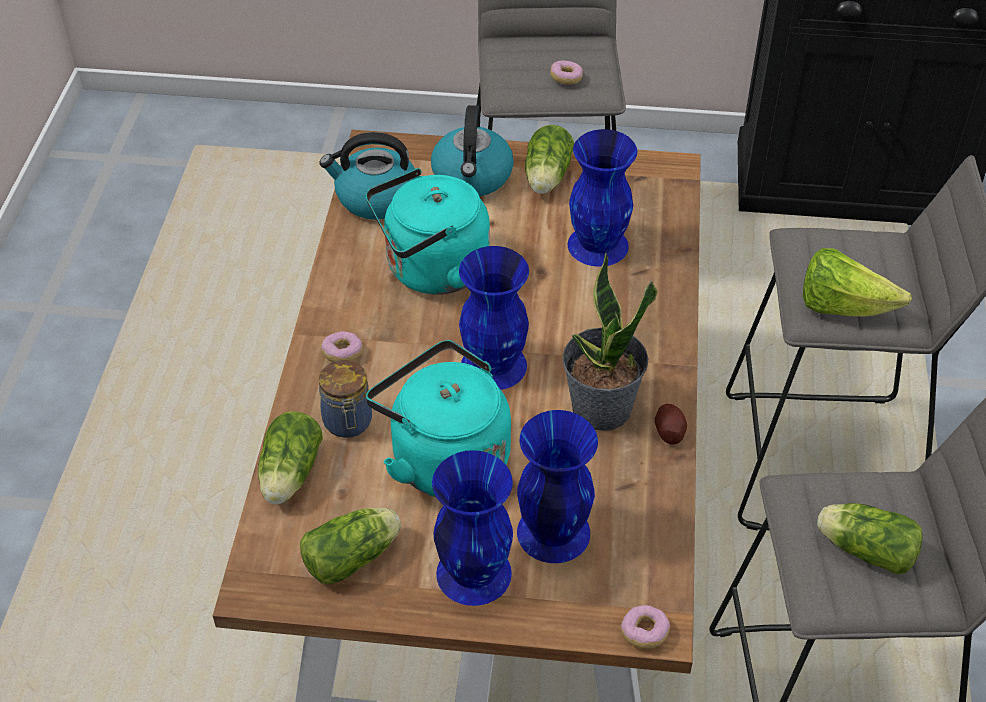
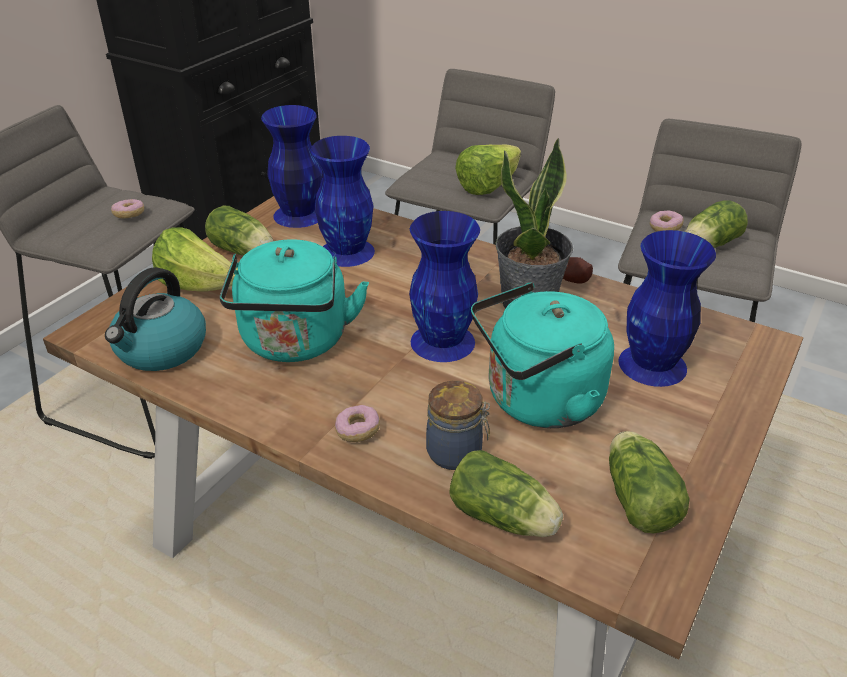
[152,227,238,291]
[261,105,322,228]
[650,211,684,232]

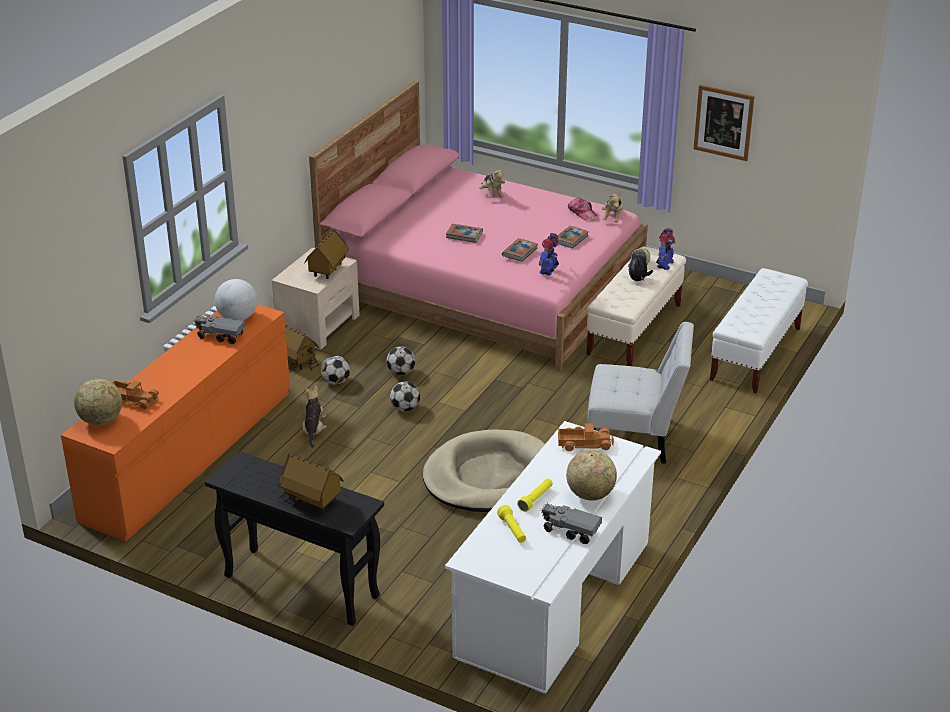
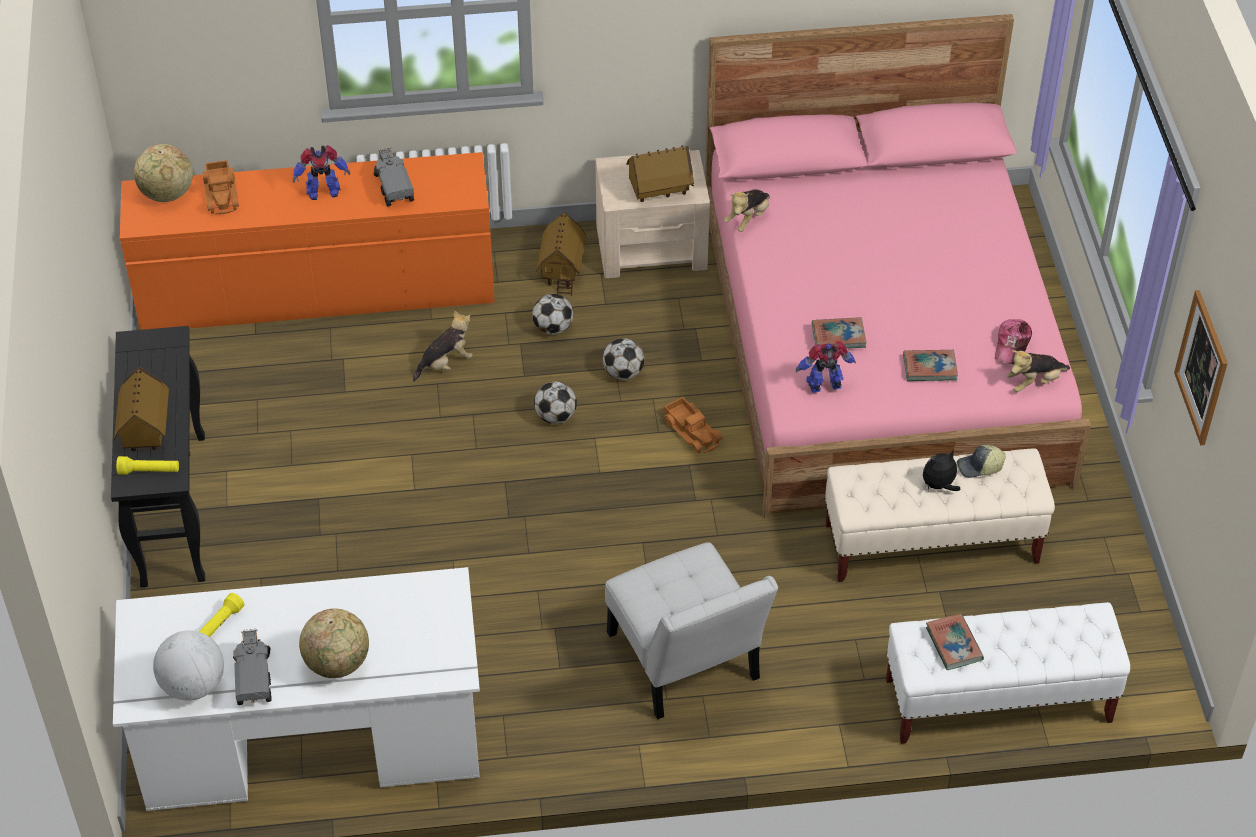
[724,189,770,232]
[926,614,984,670]
[293,145,350,200]
[153,630,224,701]
[663,397,723,453]
[423,429,545,512] (first image)
[116,456,179,475]

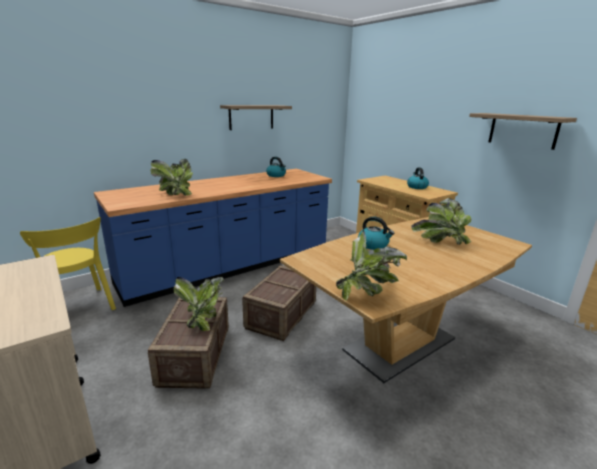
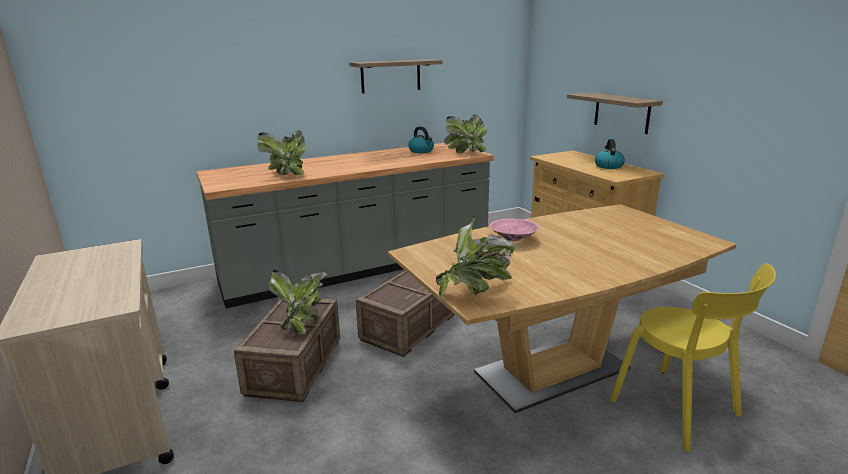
[567,93,663,134]
[196,143,494,308]
[444,115,488,153]
[489,218,539,242]
[610,263,776,452]

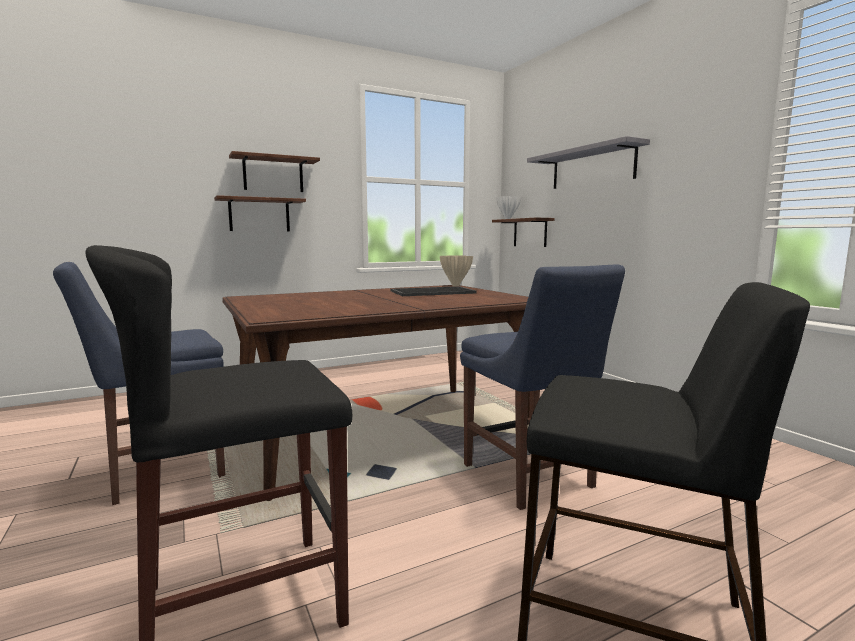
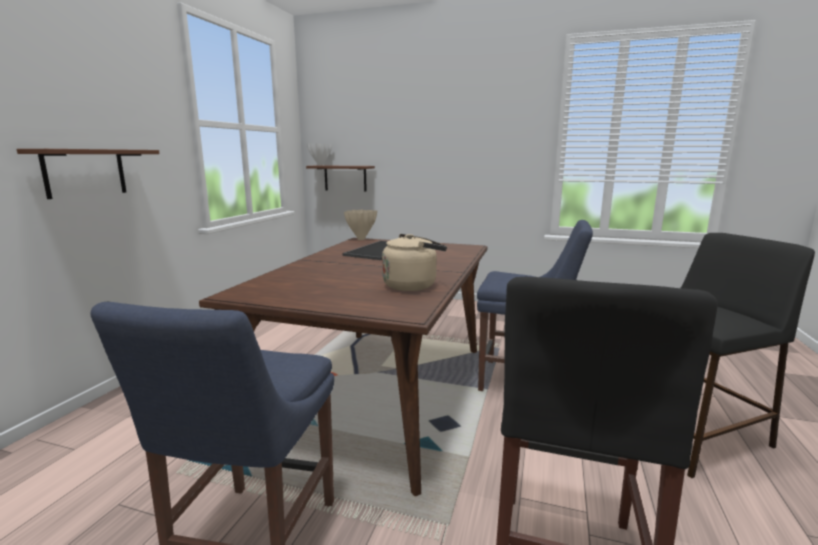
[527,136,650,189] (first image)
[229,151,320,192] (first image)
[382,234,447,291]

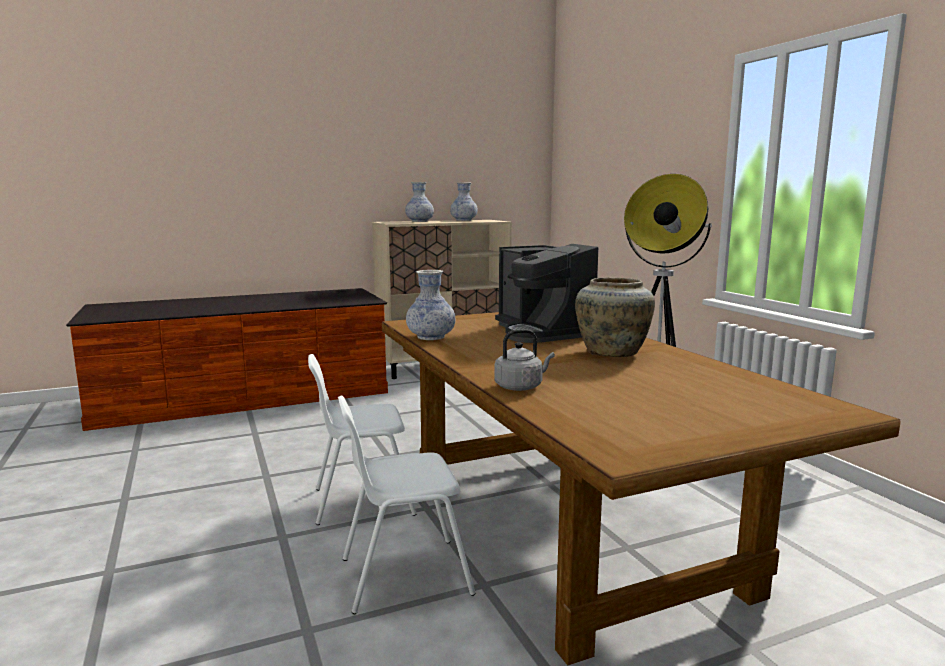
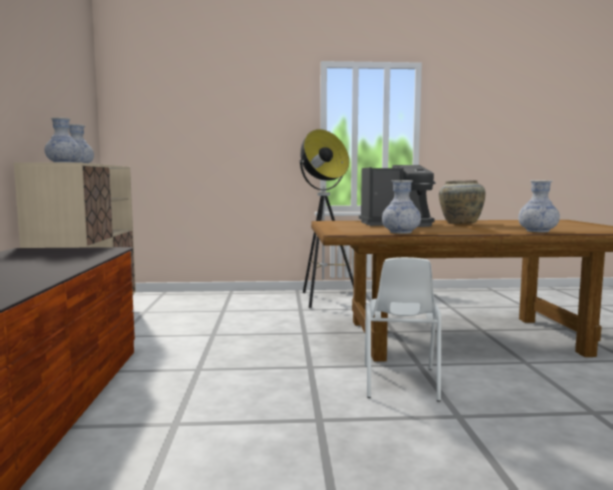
[518,180,560,233]
[338,396,476,614] (first image)

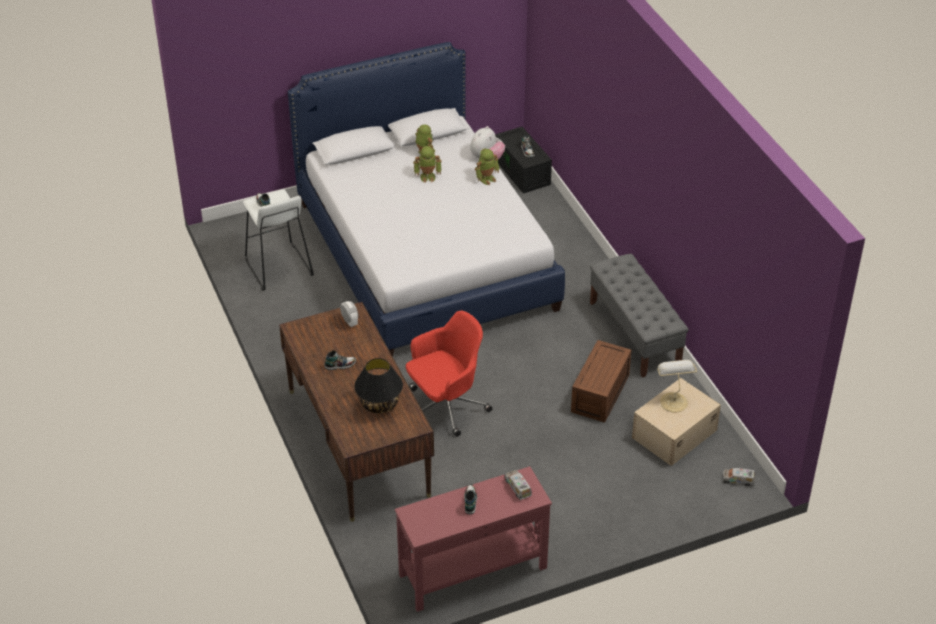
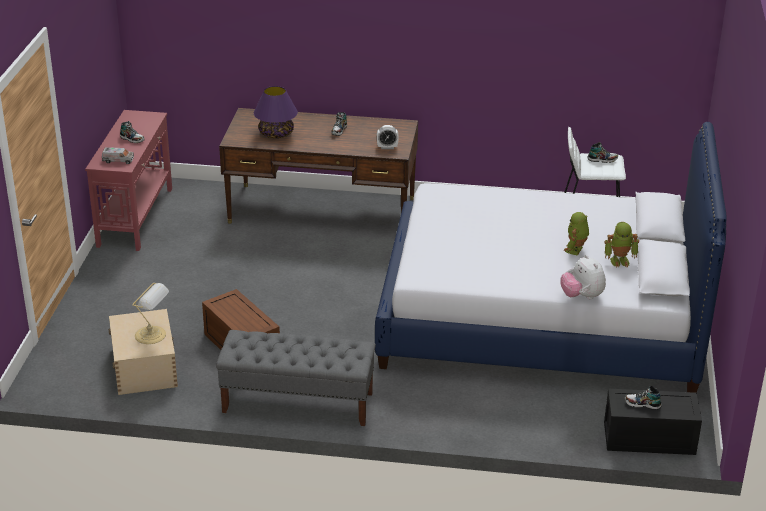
[475,148,499,185] (first image)
[406,311,493,437] (first image)
[254,86,298,138]
[723,468,755,486] (first image)

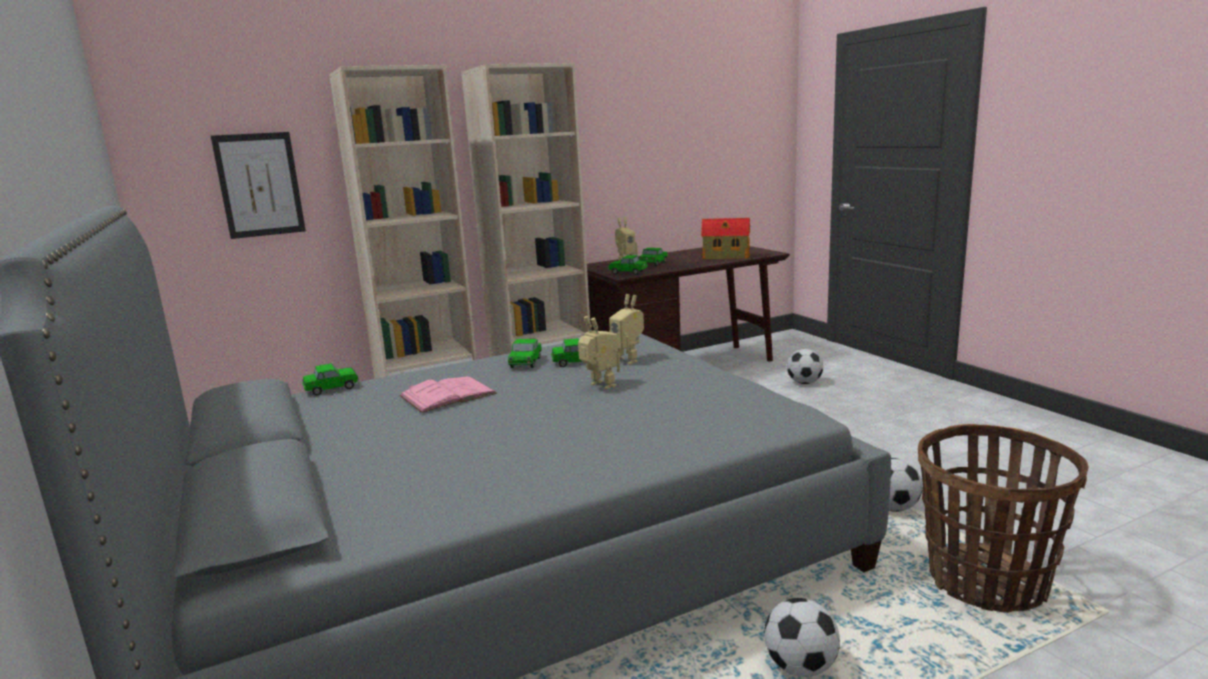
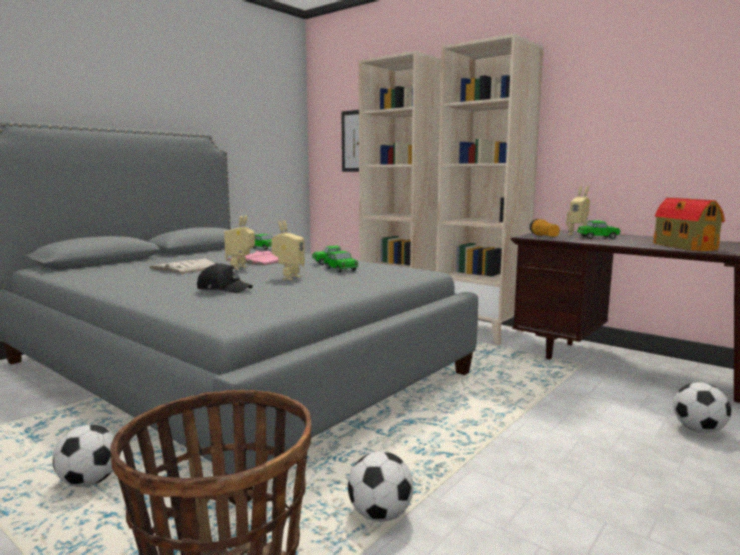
[530,219,560,237]
[224,216,255,270]
[149,259,215,274]
[197,263,253,293]

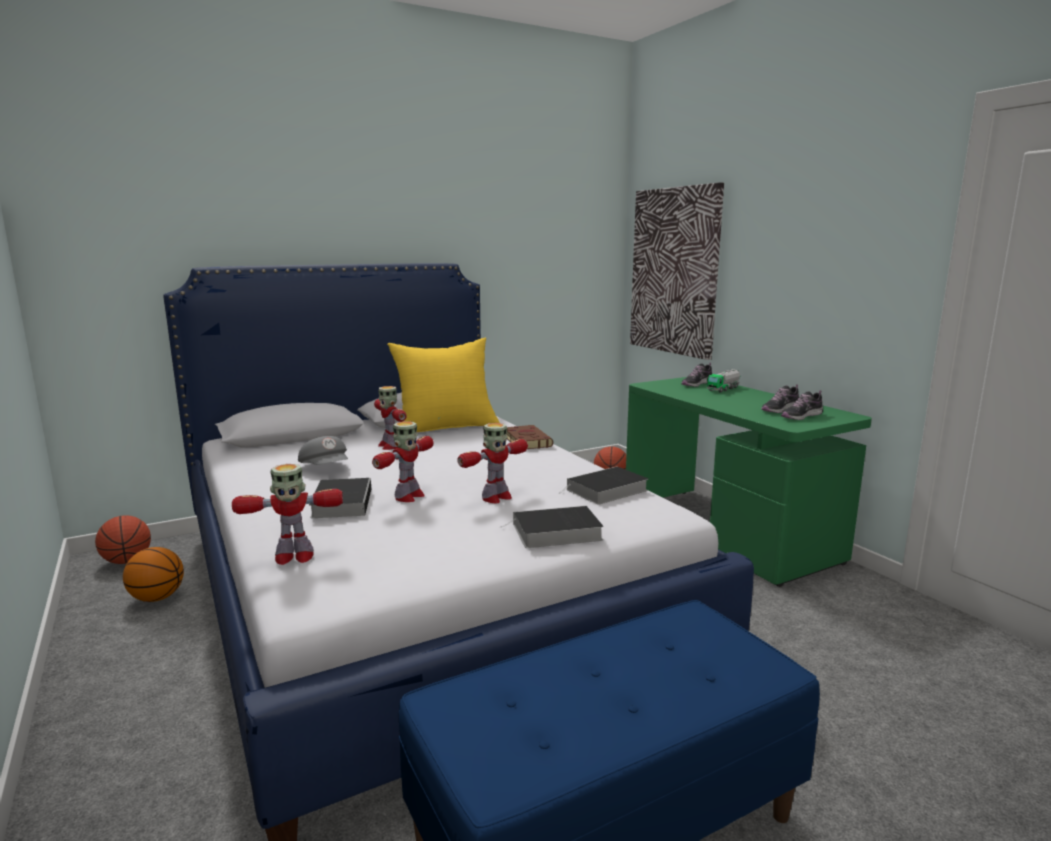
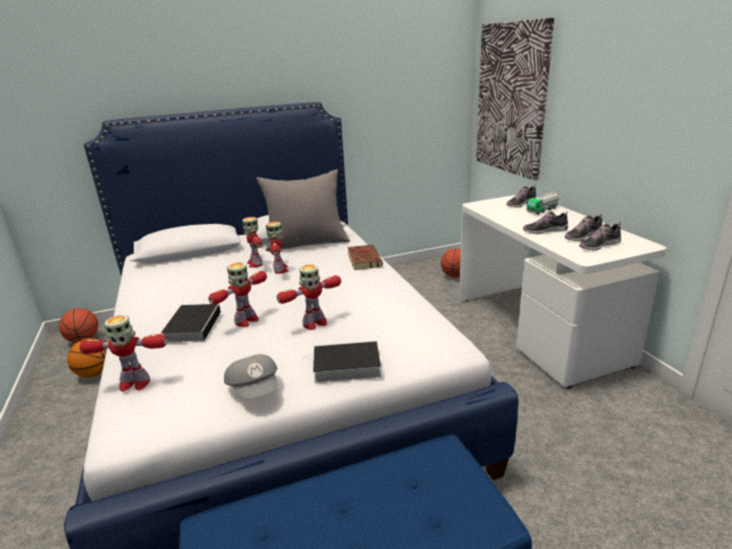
[256,169,350,251]
[459,195,666,389]
[224,354,278,399]
[561,466,648,505] (first image)
[523,211,568,234]
[266,222,289,274]

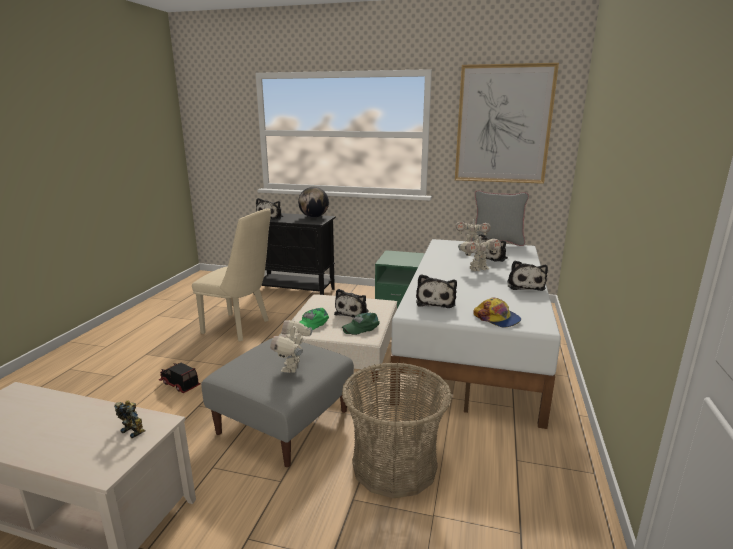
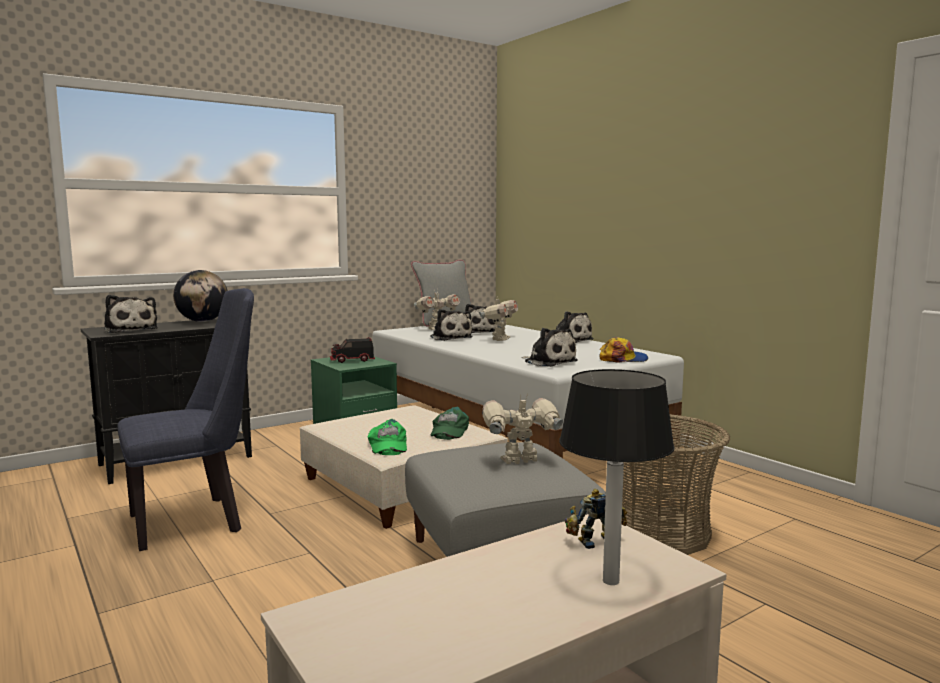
[455,63,559,184] (first image)
[117,288,254,551]
[430,309,473,341]
[482,393,563,464]
[330,337,375,363]
[559,369,674,585]

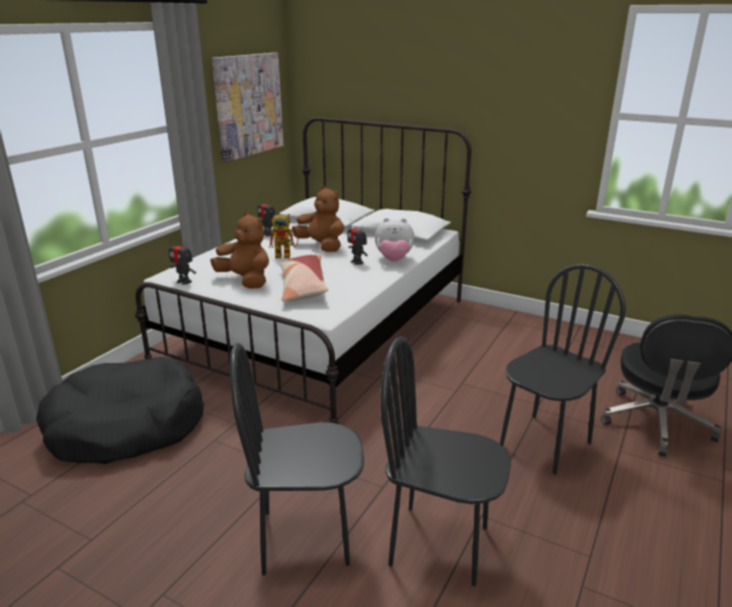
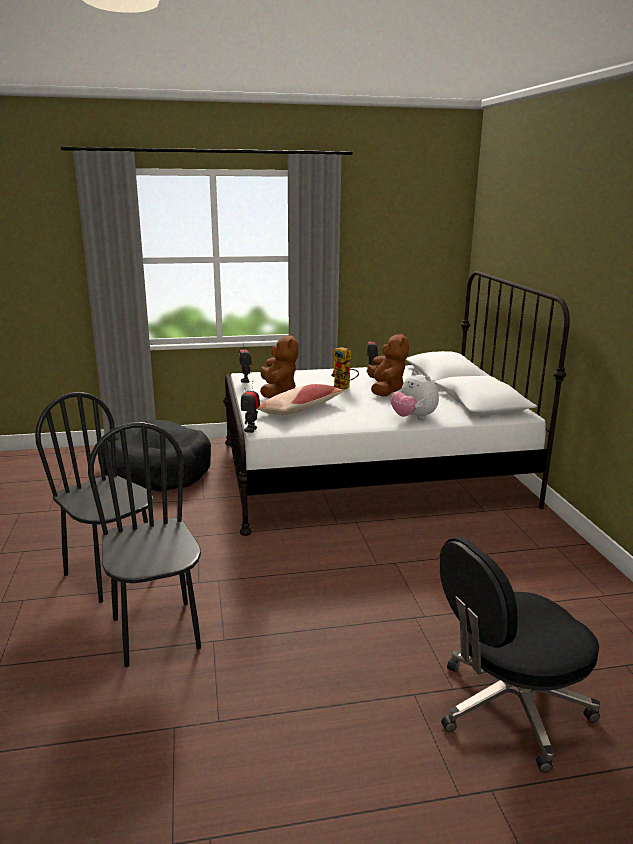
[212,53,283,162] (first image)
[241,382,260,433]
[500,264,626,474] (first image)

